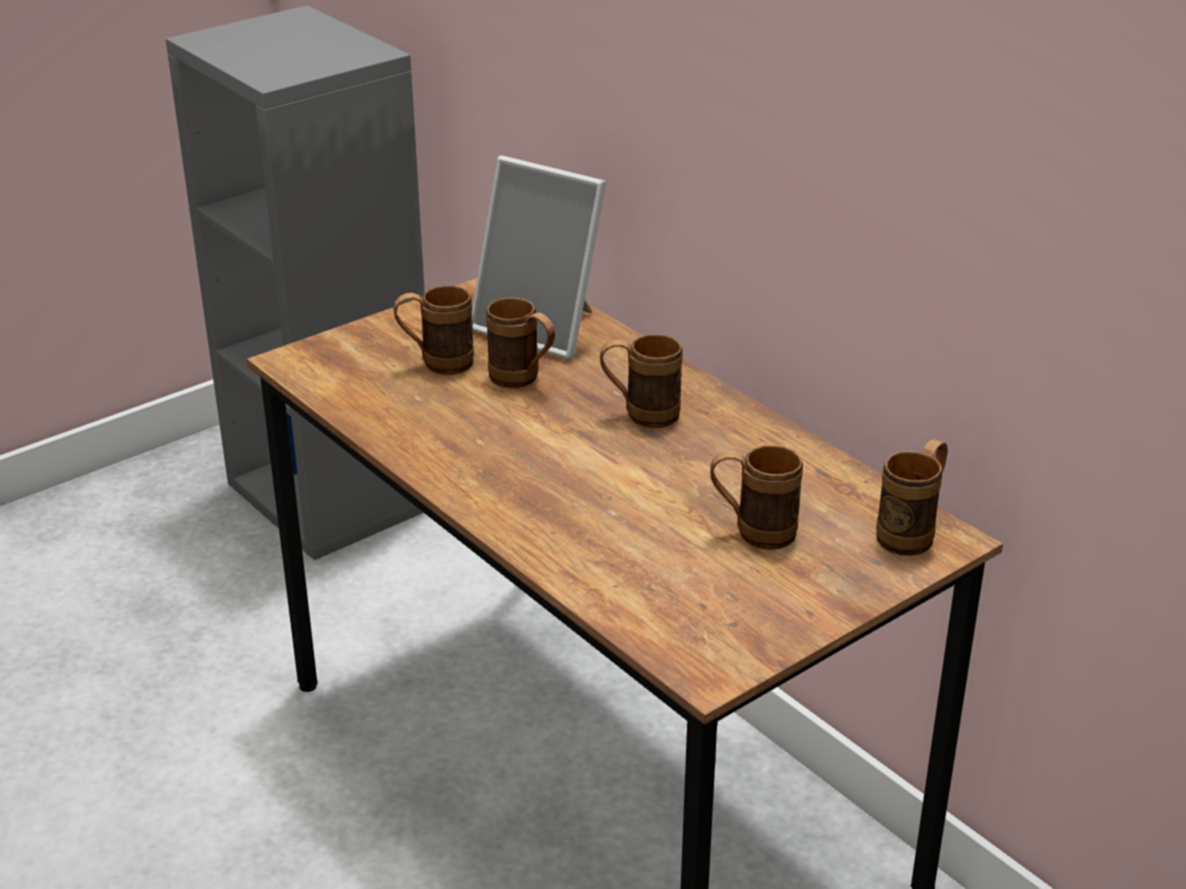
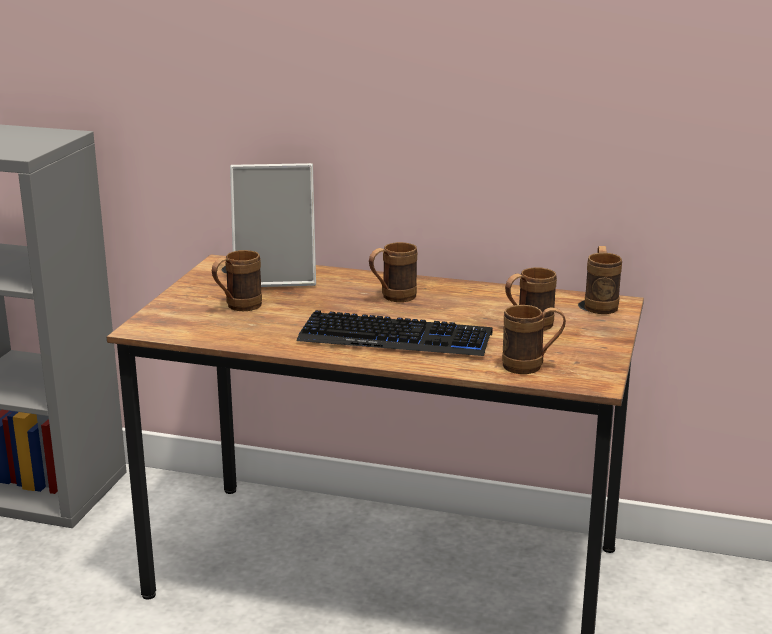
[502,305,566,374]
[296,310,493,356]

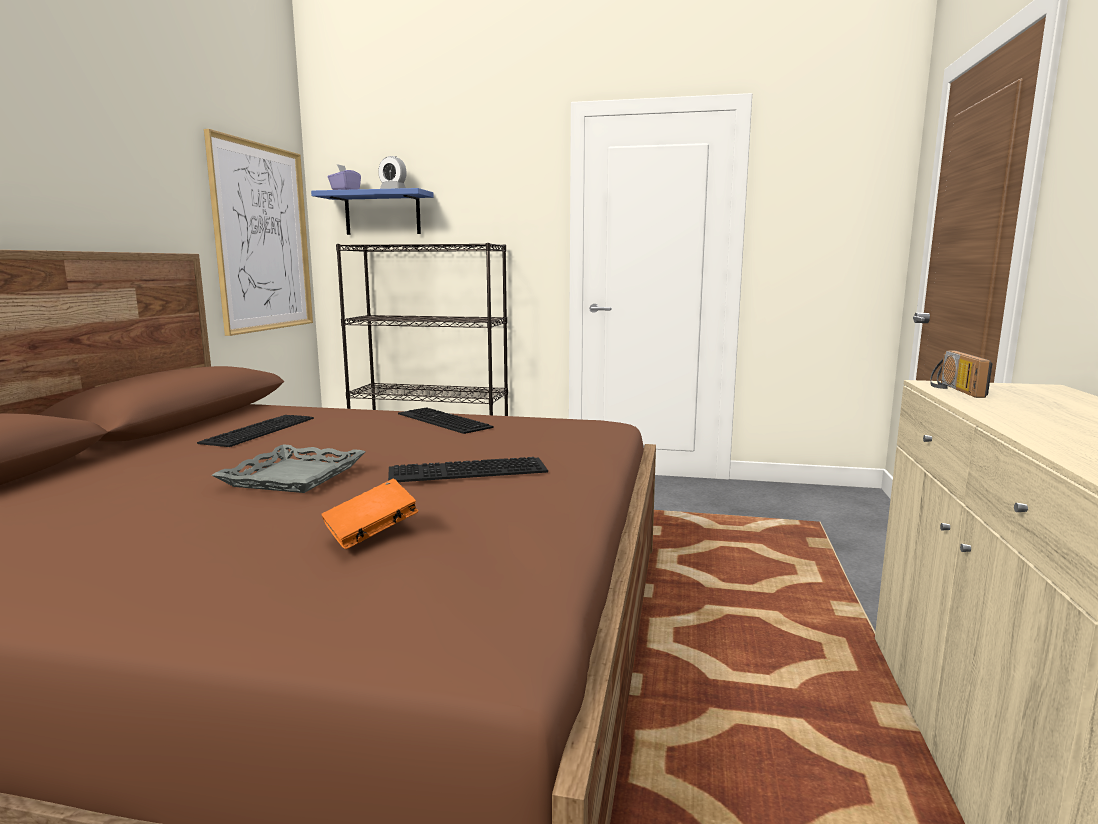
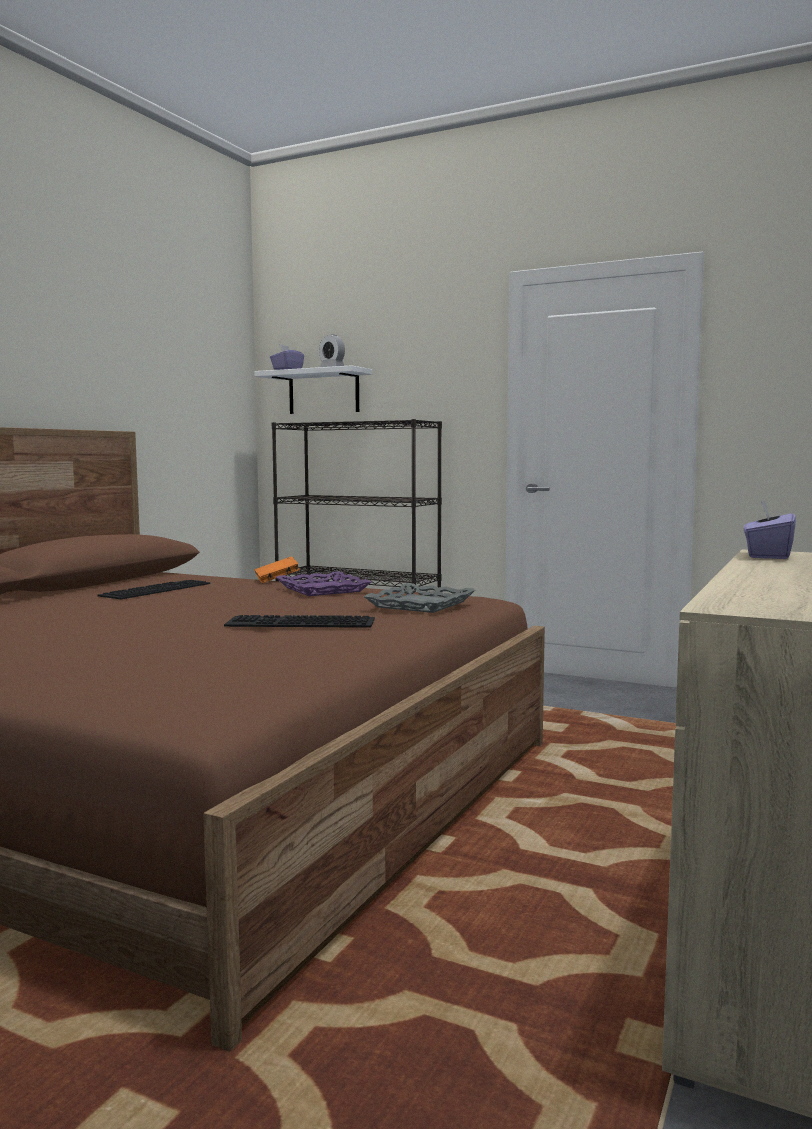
[204,129,313,336] (first image)
[254,365,372,414]
[744,500,796,559]
[276,571,371,596]
[363,583,475,613]
[254,556,300,583]

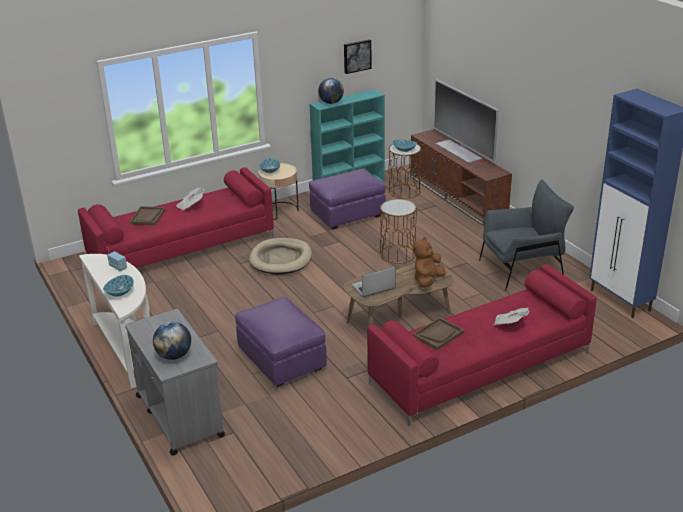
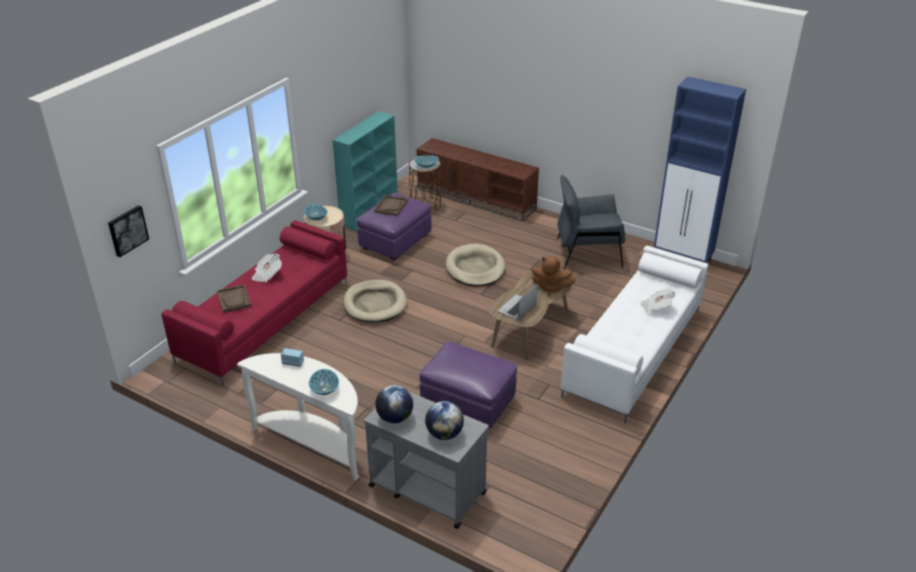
[108,205,149,257]
[375,385,413,423]
[433,79,499,163] (first image)
[557,175,625,270]
[446,244,506,287]
[531,256,576,295]
[561,245,708,423]
[374,195,408,216]

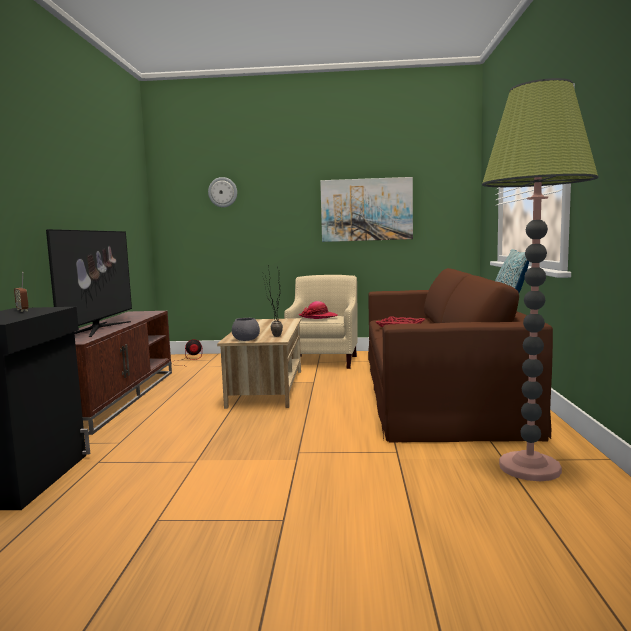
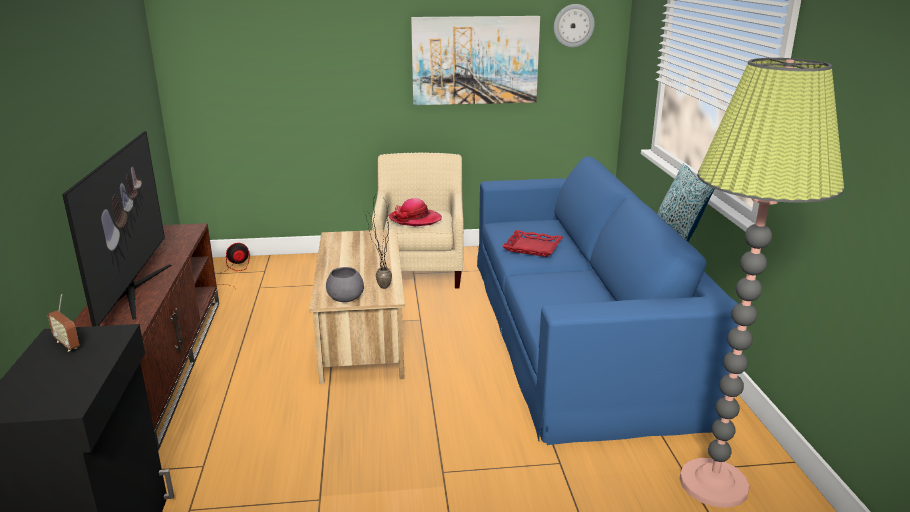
[554,4,595,48]
[477,156,738,445]

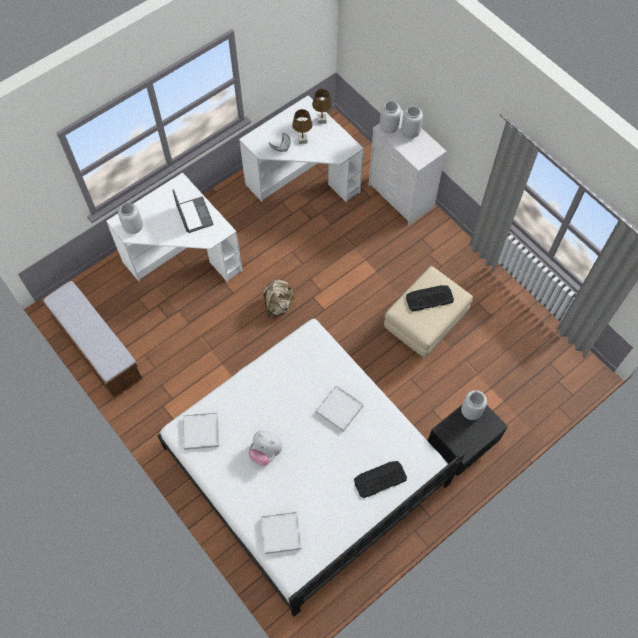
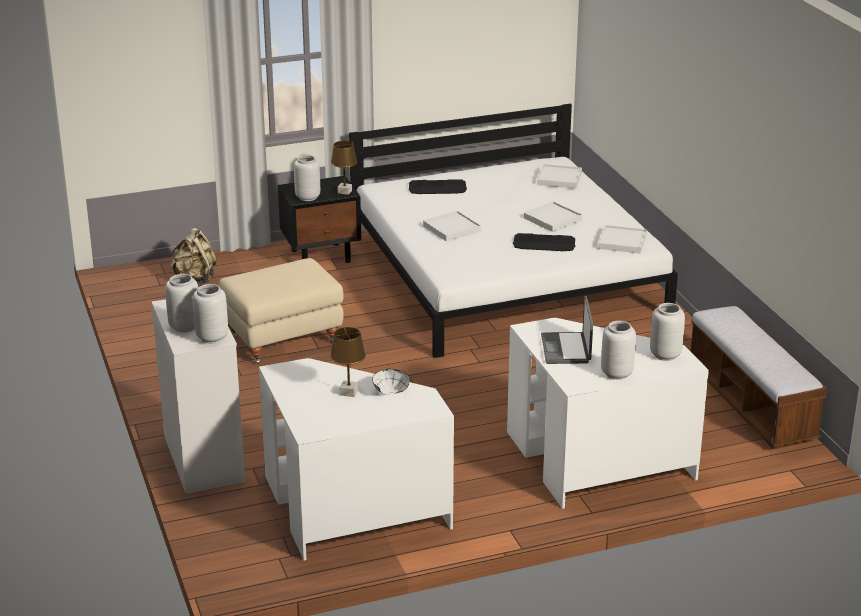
[331,141,357,195]
[171,228,217,284]
[513,233,575,251]
[524,202,582,232]
[601,321,636,380]

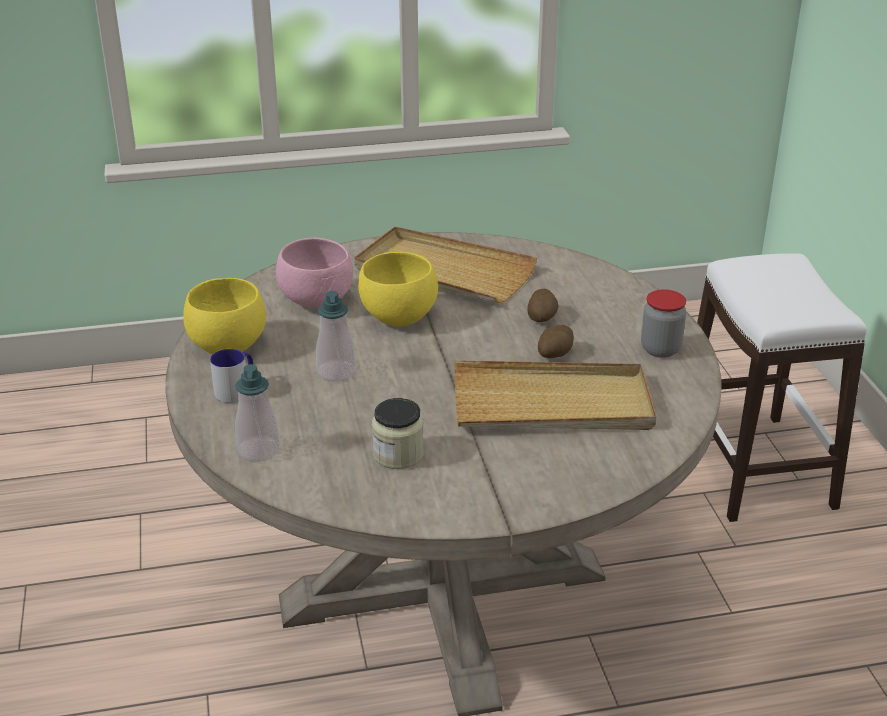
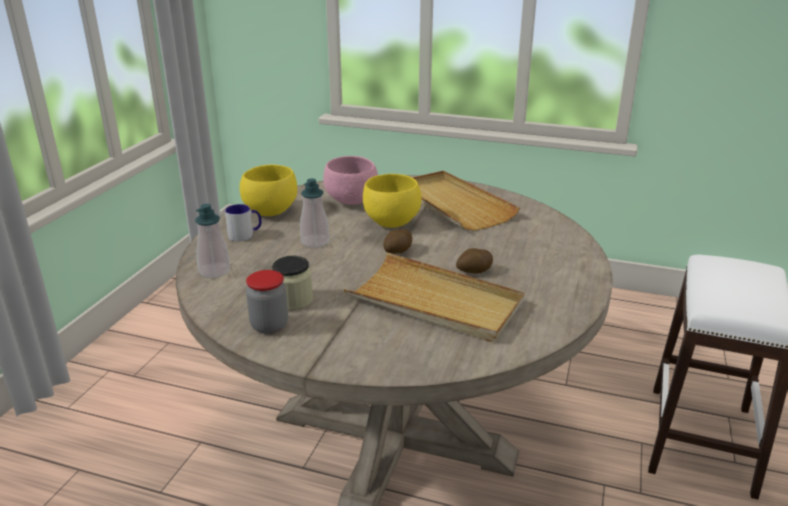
[384,229,412,254]
[246,270,288,334]

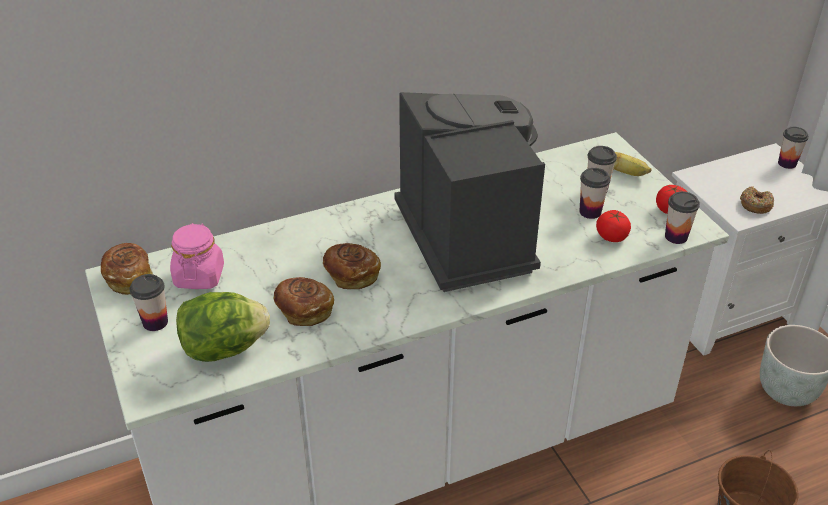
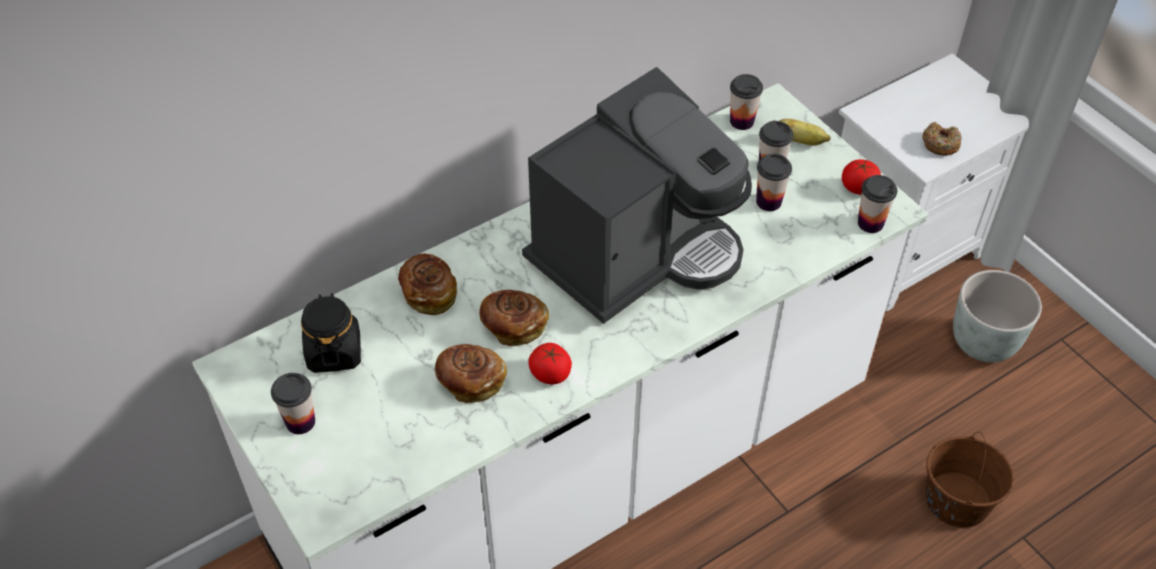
[522,67,752,324]
[730,74,763,130]
[528,343,572,385]
[301,293,361,373]
[398,254,457,315]
[176,292,270,362] (first image)

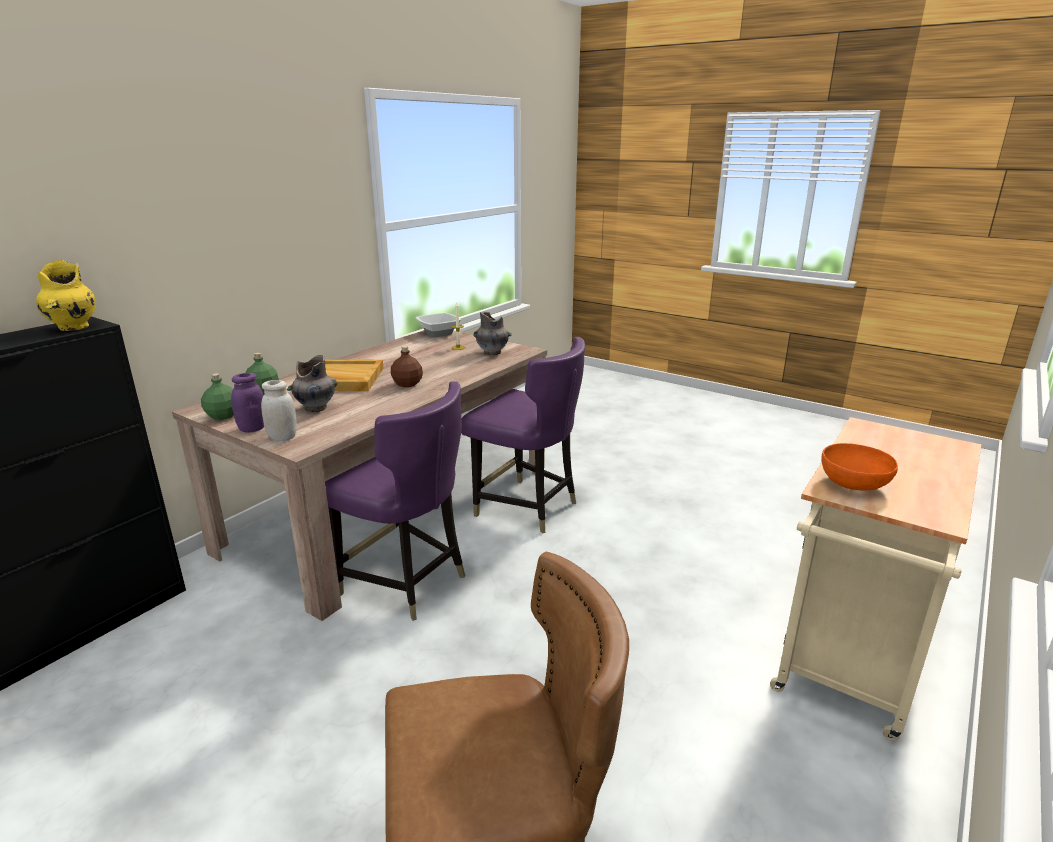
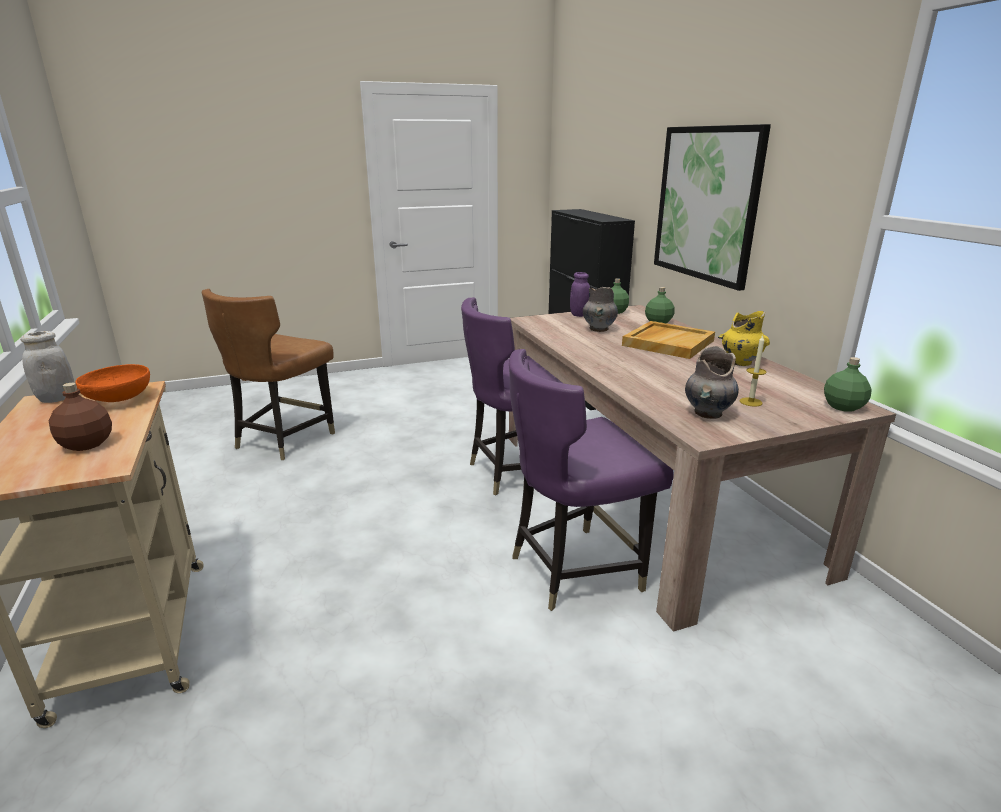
[718,311,770,366]
[824,357,872,412]
[49,383,112,451]
[20,331,74,403]
[654,124,771,291]

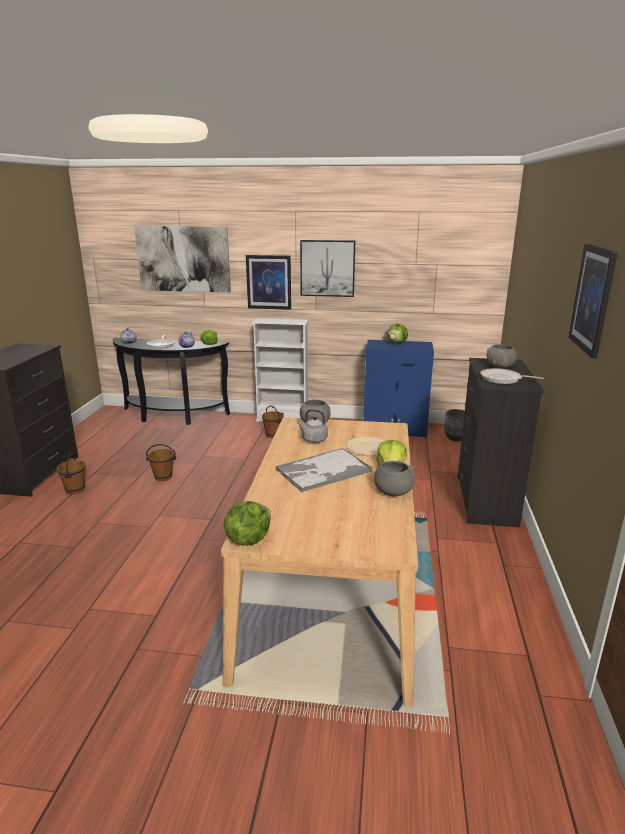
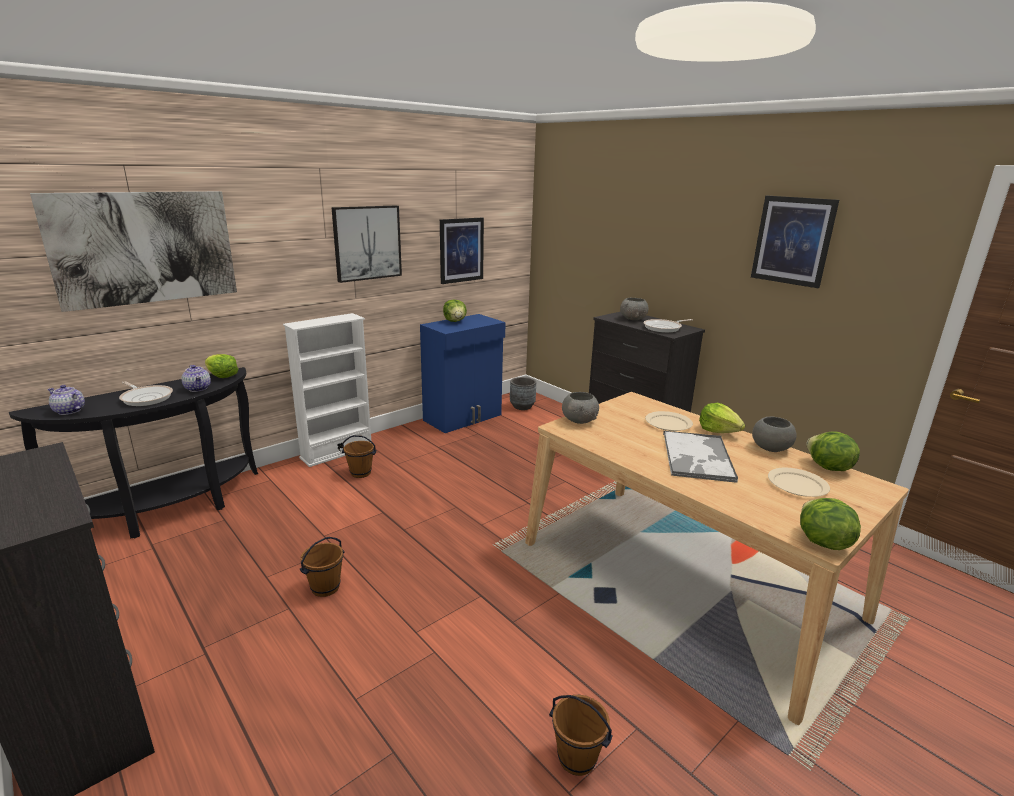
[440,218,484,284]
[296,409,328,443] (first image)
[549,695,613,776]
[806,431,860,471]
[768,468,830,497]

